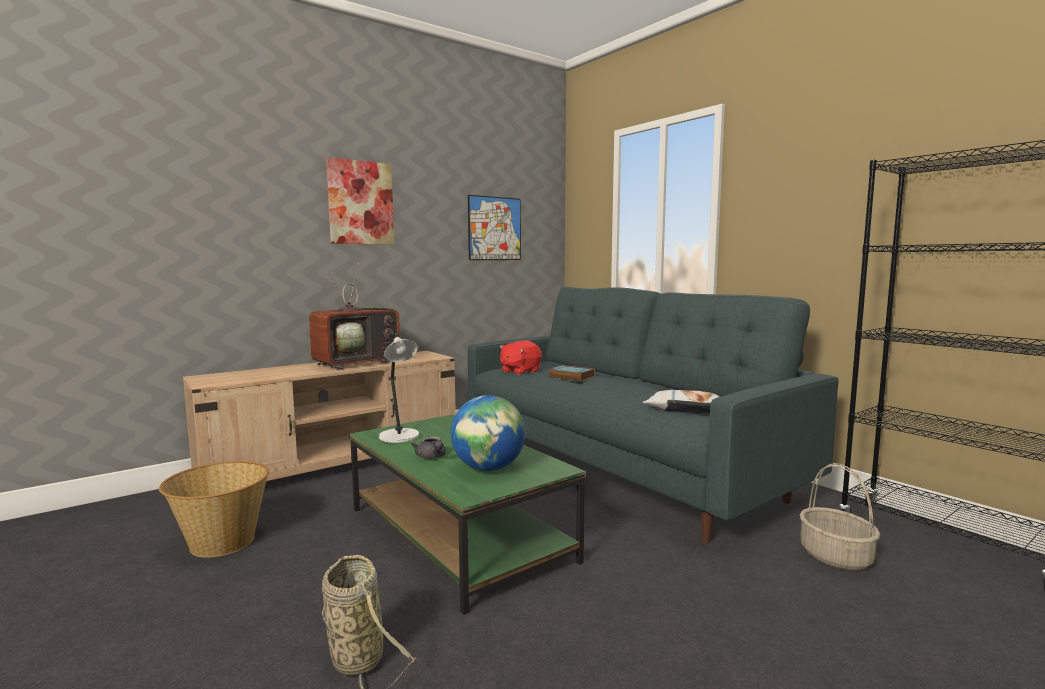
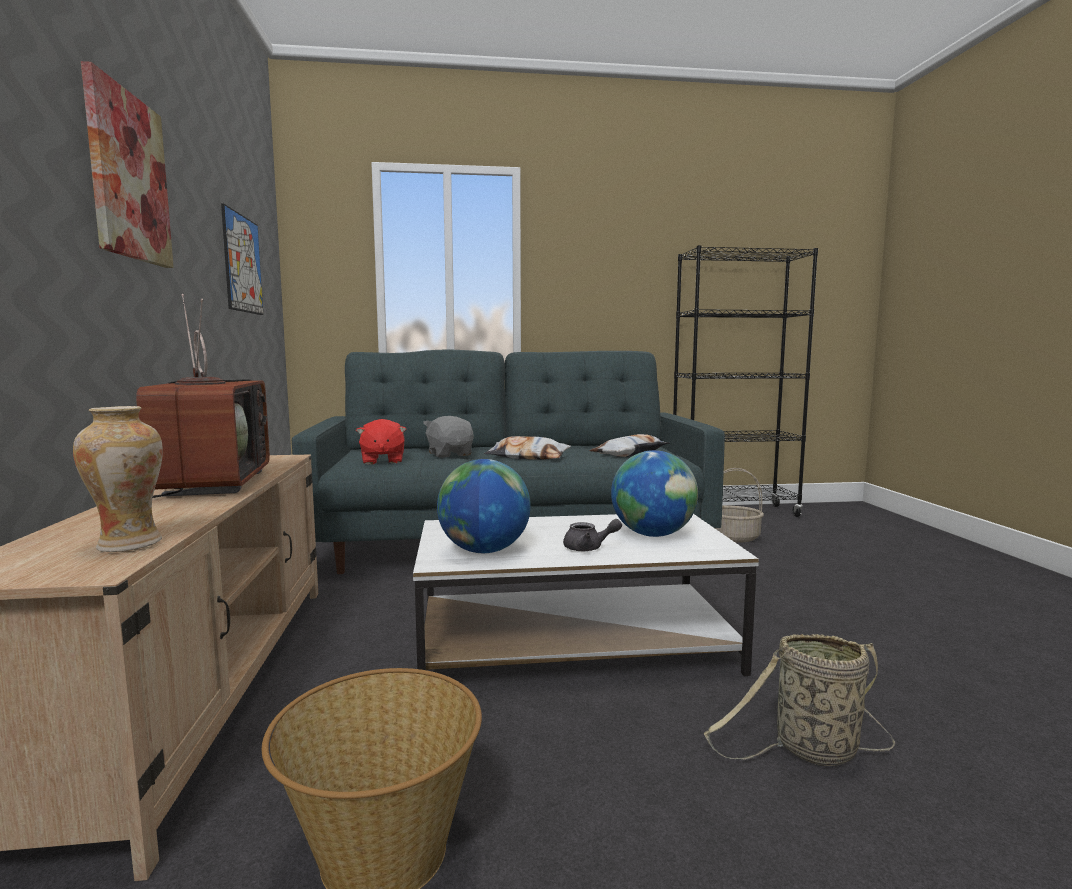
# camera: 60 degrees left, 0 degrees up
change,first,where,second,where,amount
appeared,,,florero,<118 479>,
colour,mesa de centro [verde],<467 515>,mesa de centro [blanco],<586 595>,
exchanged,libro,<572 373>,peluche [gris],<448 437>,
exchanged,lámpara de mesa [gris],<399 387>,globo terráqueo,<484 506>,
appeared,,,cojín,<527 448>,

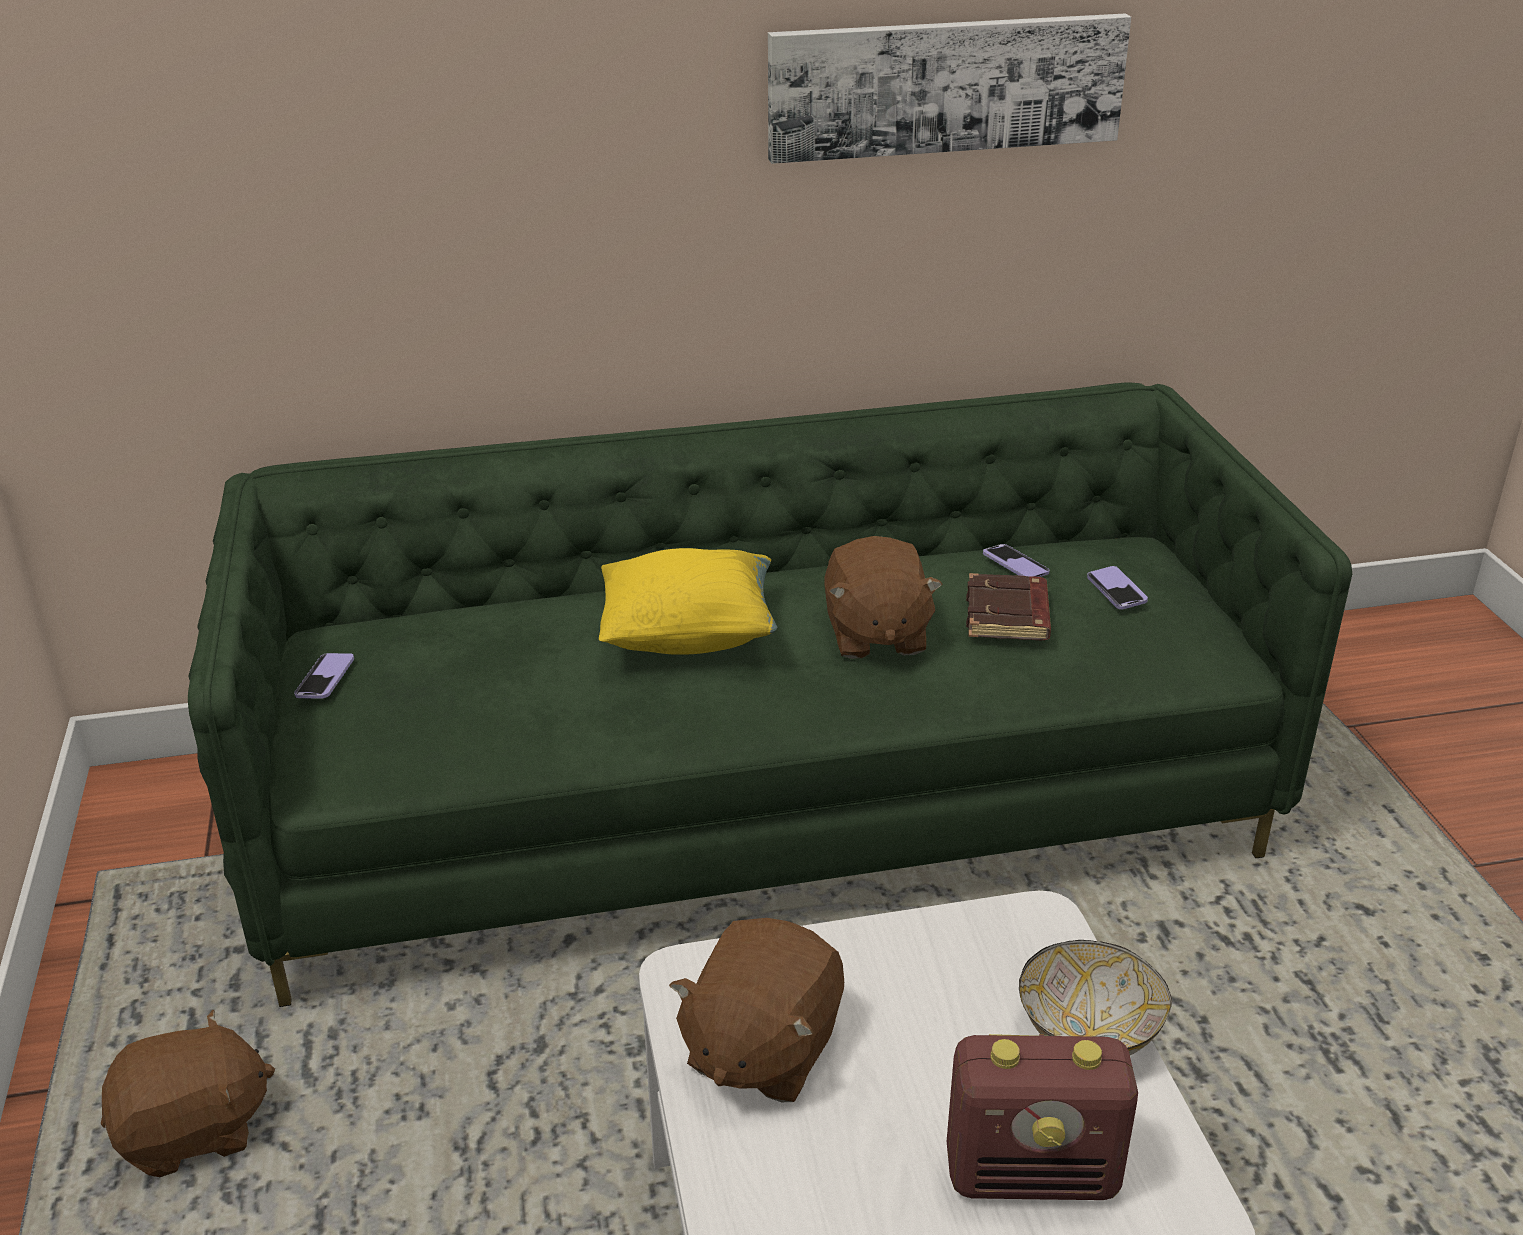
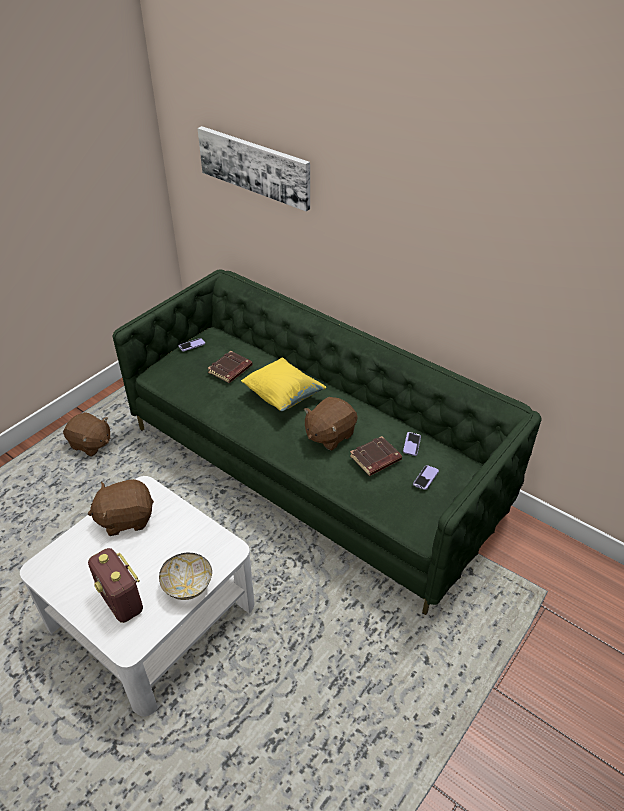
# camera: 50 degrees right, 10 degrees up
change,first,where,second,where,amount
relocated,cuadro,<949 89>,,<253 168>,
appeared,,,libro [marrón],<230 367>,

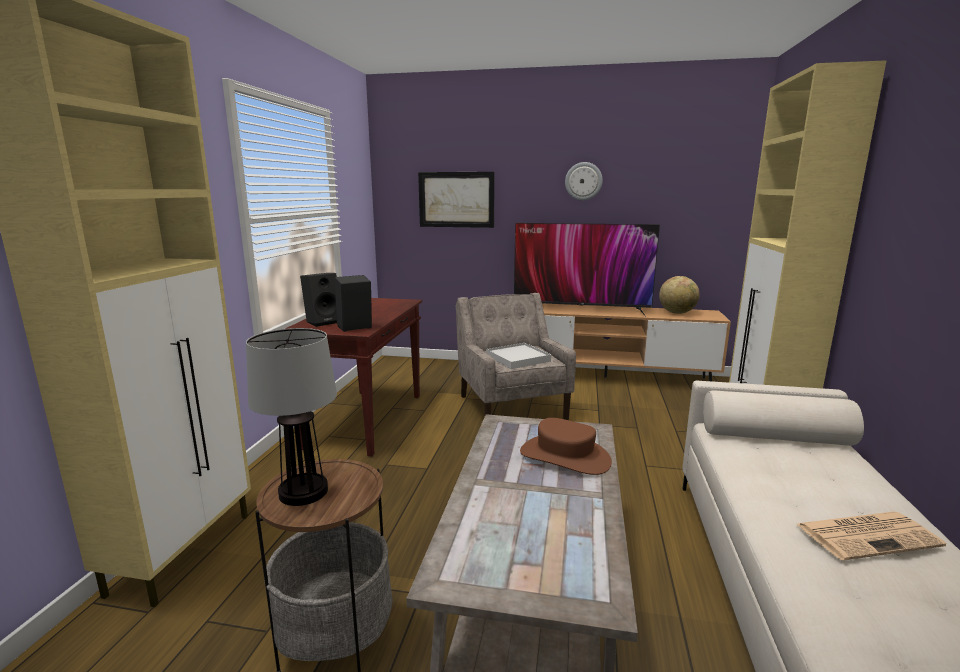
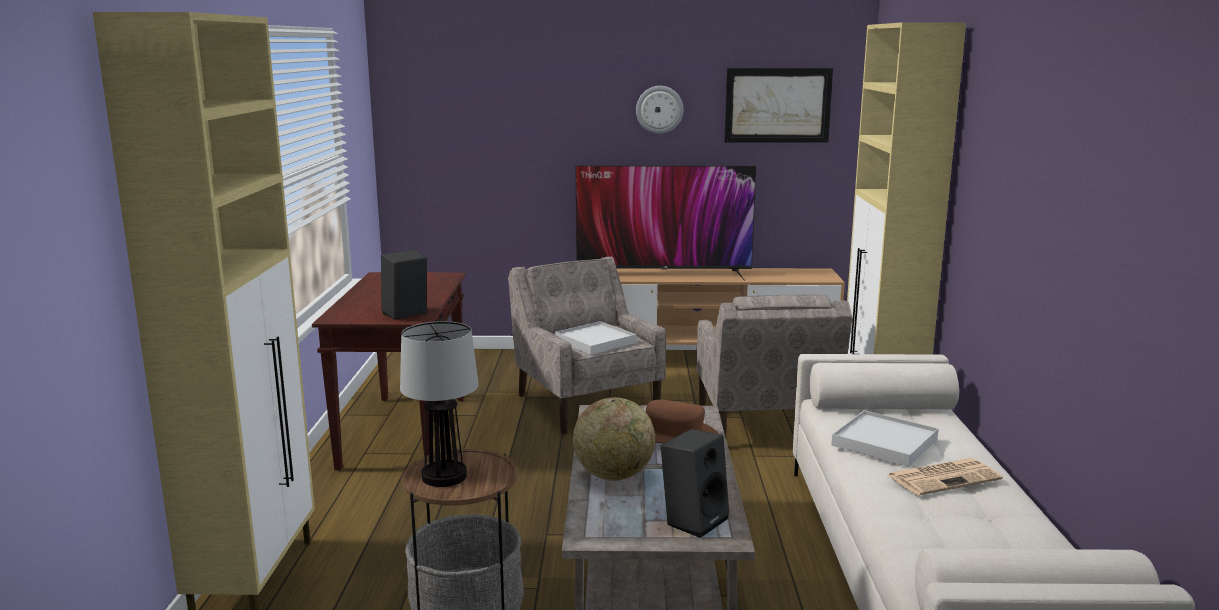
# camera: 10 degrees left, 0 degrees up
change,first,where,second,where,amount
relocated,globo terráqueo,<679 295>,,<614 439>,
relocated,altavoz [negro],<318 300>,,<695 483>,
appeared,,,sillón [beis],<775 366>,
relocated,cuadro,<456 200>,,<778 105>,
appeared,,,bandeja [blanco],<885 438>,

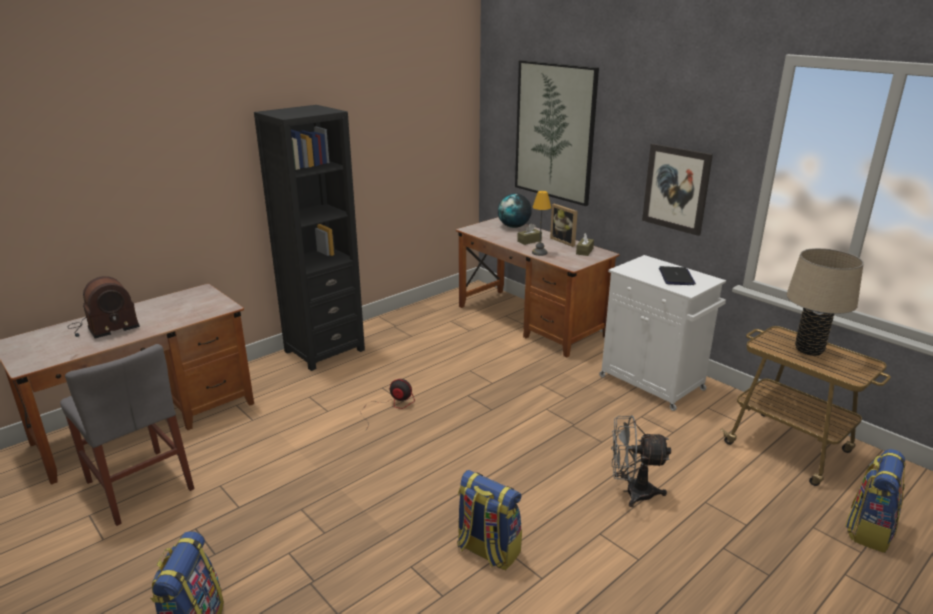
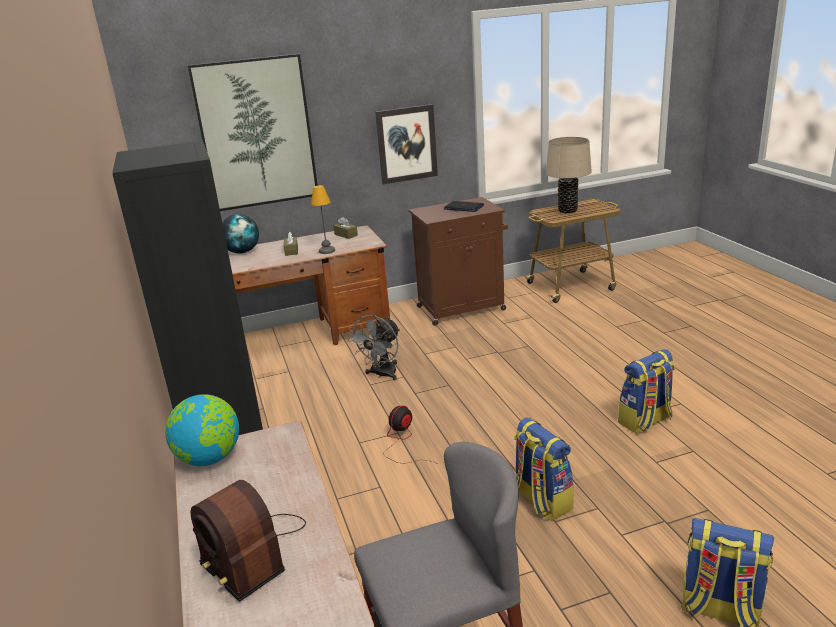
# camera: 65 degrees left, 0 degrees up
change,first,where,second,where,amount
appeared,,,globo terráqueo,<202 430>,
spun,radio,<104 307>,,<248 541>,150 degrees clockwise
relocated,ventilador [gris],<641 461>,,<374 347>,
colour,armario [blanco],<662 333>,armario [marrón],<458 261>,
relocated,mochila,<875 501>,,<544 469>,
missing,portarretratos,<564 225>,,,

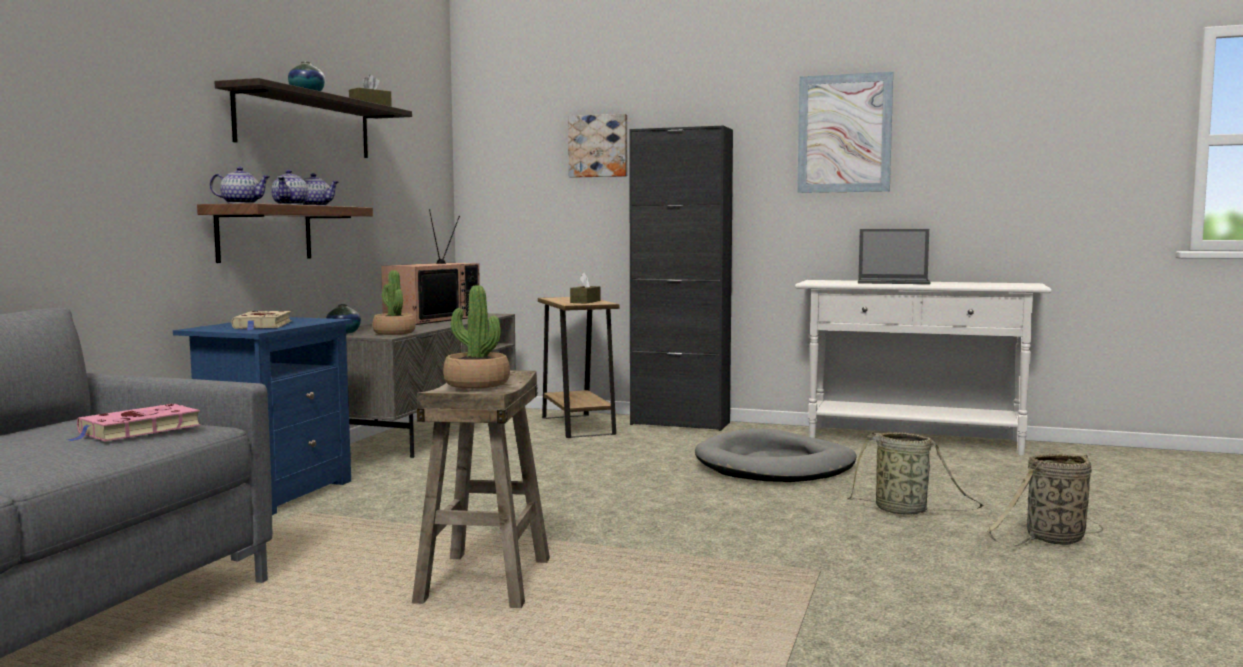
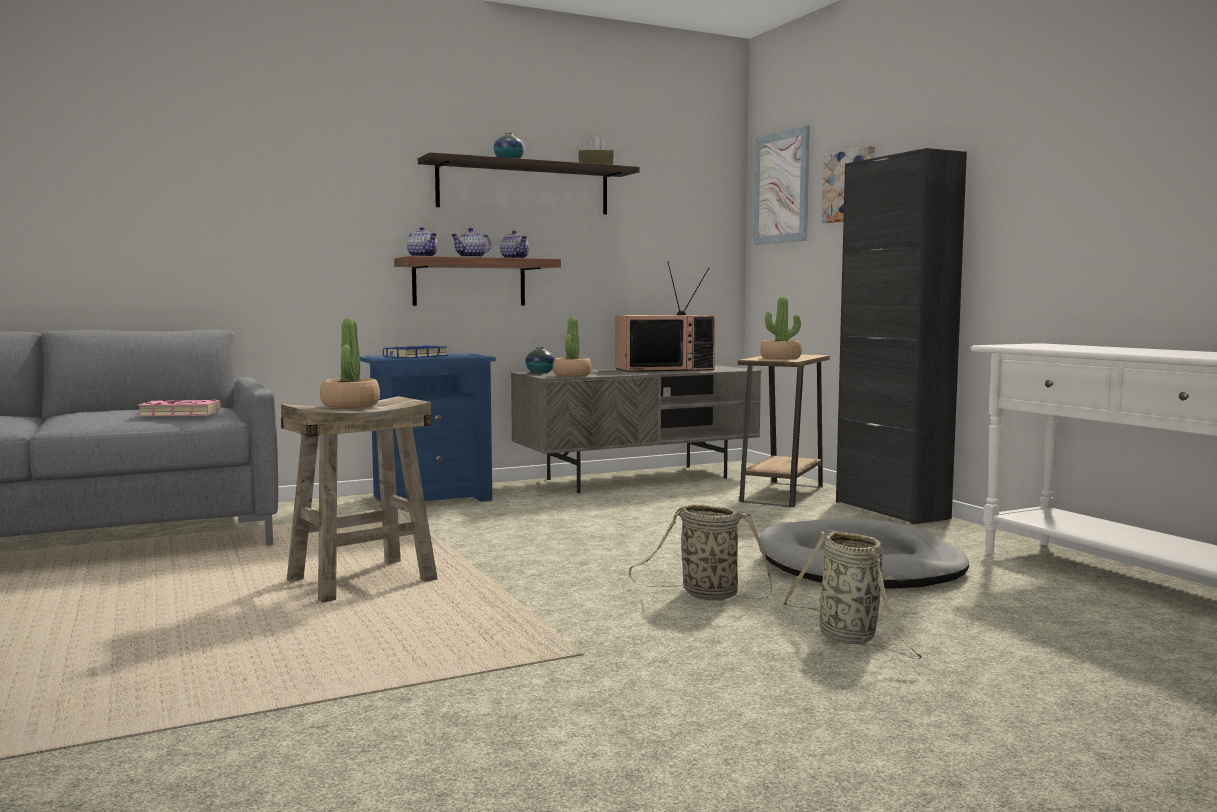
# camera: 45 degrees right, 0 degrees up
change,first,where,second,where,amount
colour,libro [beis],<261 320>,libro [azul],<415 352>,
relocated,cesta,<1045 500>,,<700 552>,
relocated,cuadro,<845 132>,,<781 185>,
exchanged,caja de pañuelos [marrón],<585 288>,planta en maceta,<781 328>,
missing,portátil,<894 256>,,,

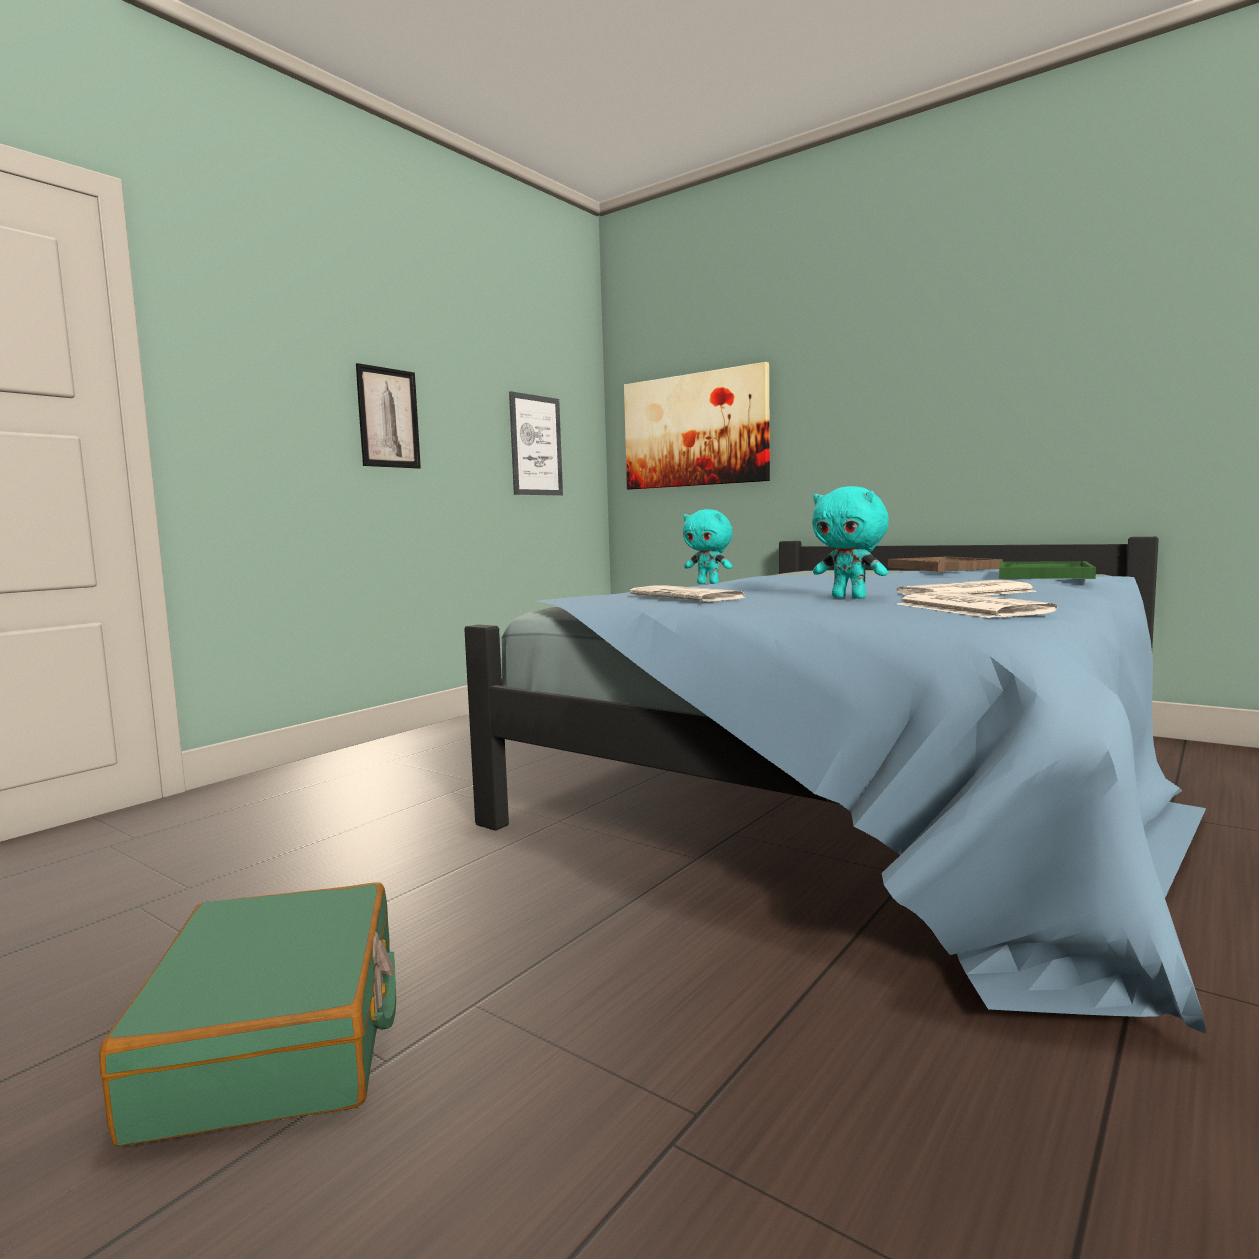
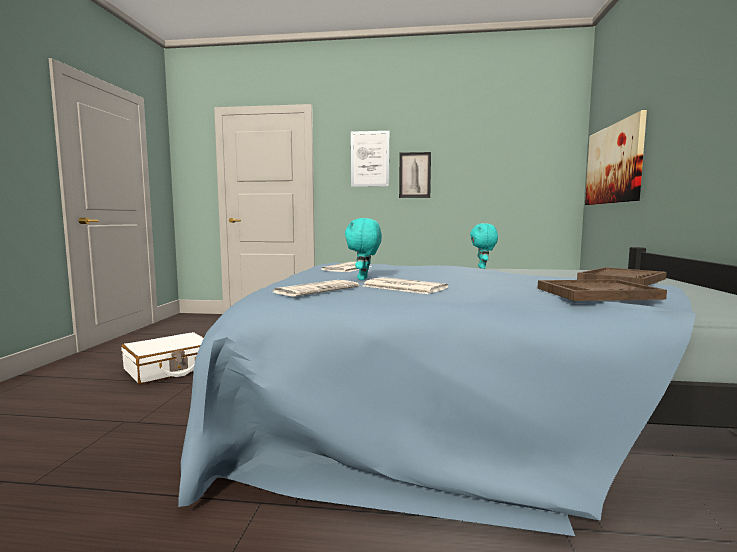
# camera: 60 degrees right, 0 degrees up
change,first,where,second,where,amount
colour,maleta [verde],<247 1014>,maleta [blanco],<162 358>,
relocated,cuadro,<536 443>,,<370 159>,
colour,bandeja [verde],<1047 570>,bandeja [marrón],<602 290>,

